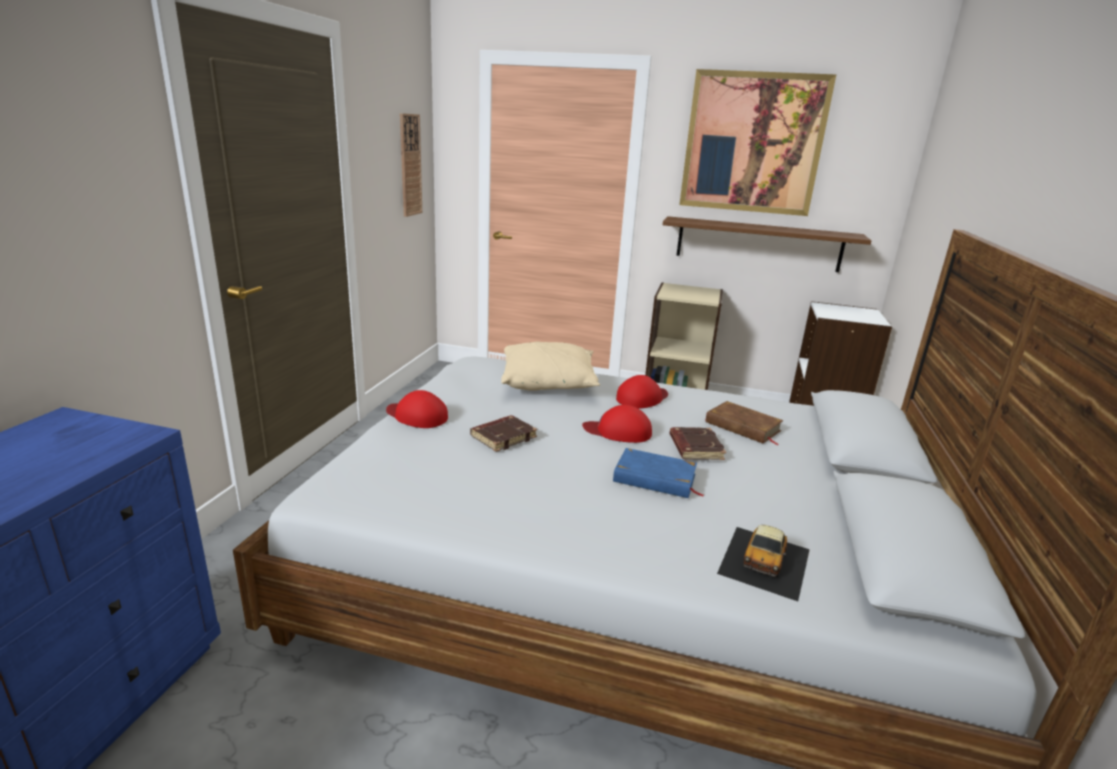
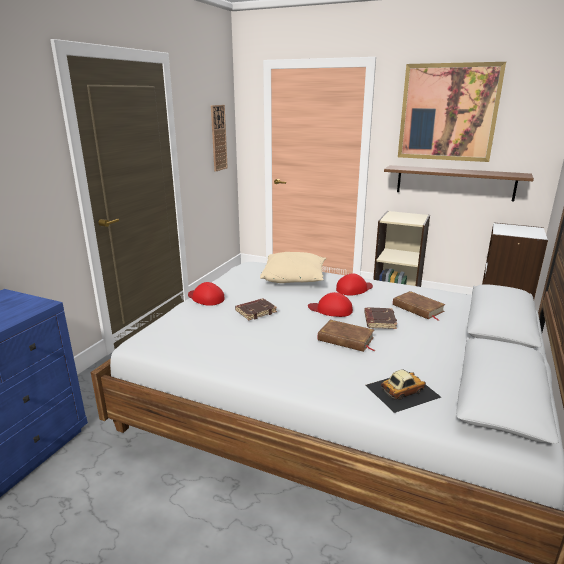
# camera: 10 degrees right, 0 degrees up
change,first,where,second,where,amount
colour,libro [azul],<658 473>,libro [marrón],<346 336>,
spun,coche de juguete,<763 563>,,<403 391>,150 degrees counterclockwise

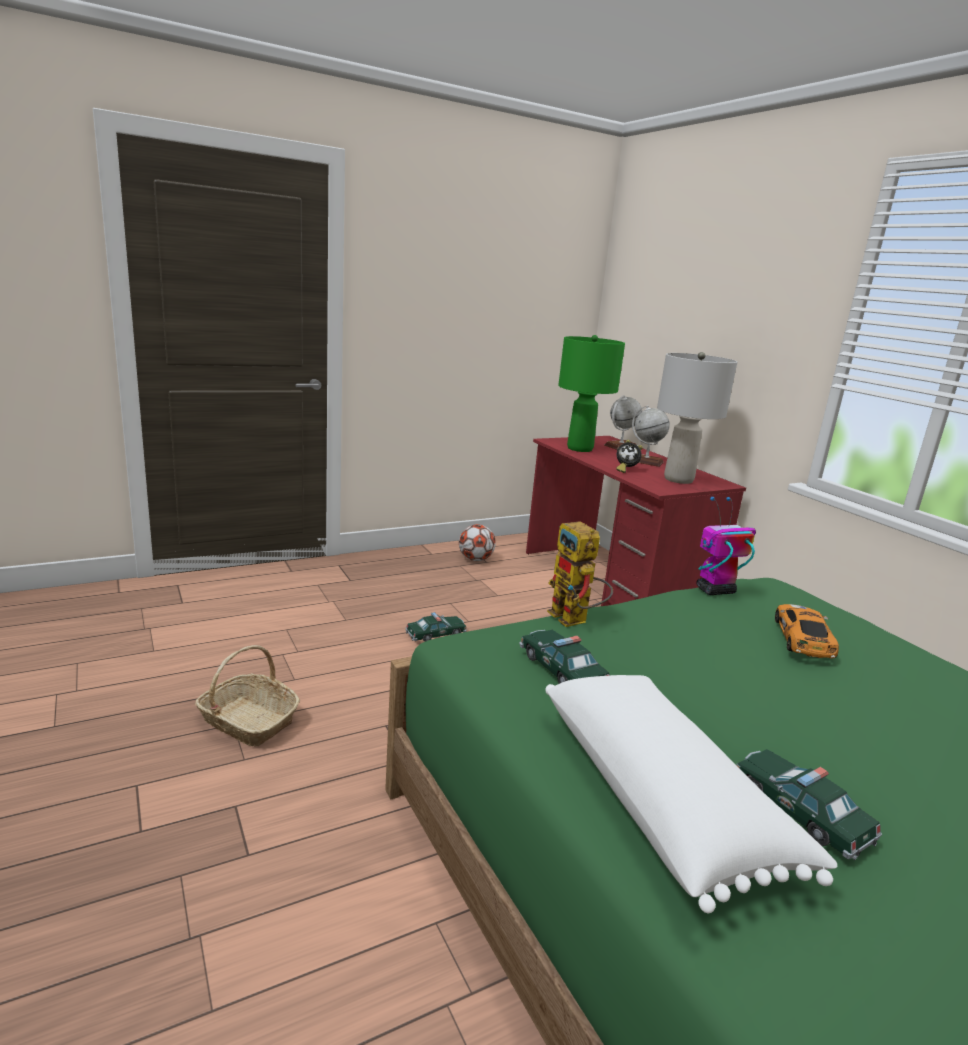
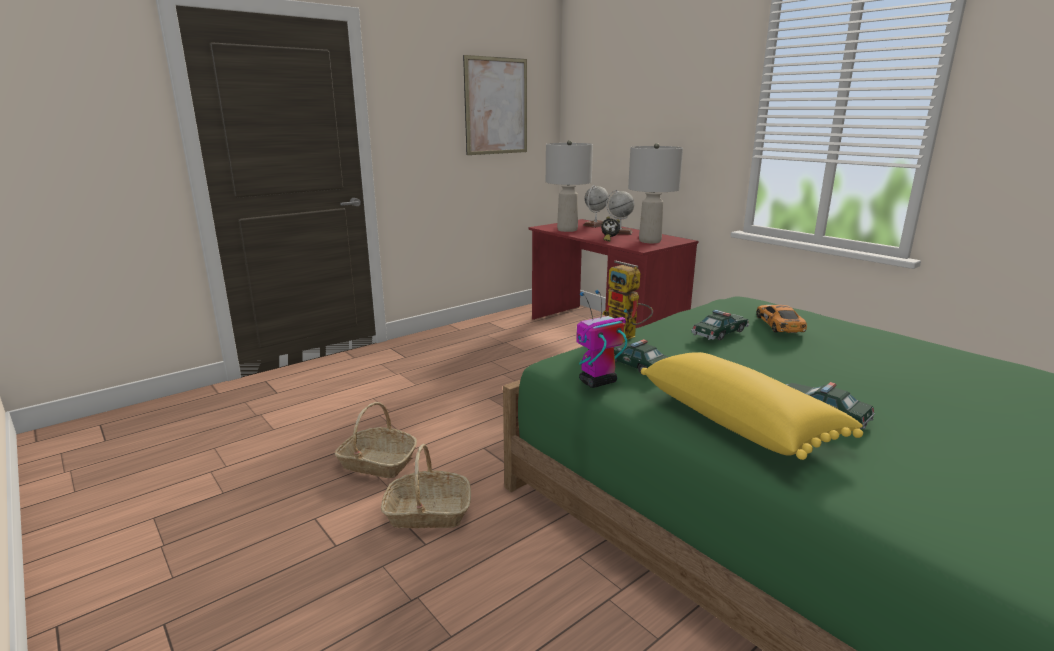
# camera: 10 degrees left, 0 degrees up
change,first,where,second,where,amount
appeared,,,cesta,<426 486>,
appeared,,,cuadro,<495 105>,
colour,lámpara de mesa [verde],<591 393>,lámpara de mesa [gris],<569 186>,
relocated,robot de juguete,<726 546>,,<602 339>,
colour,cojín [blanco],<691 794>,cojín [amarillo],<752 406>,
relocated,coche de juguete,<436 627>,,<720 325>,
missing,balón de fútbol,<477 542>,,,

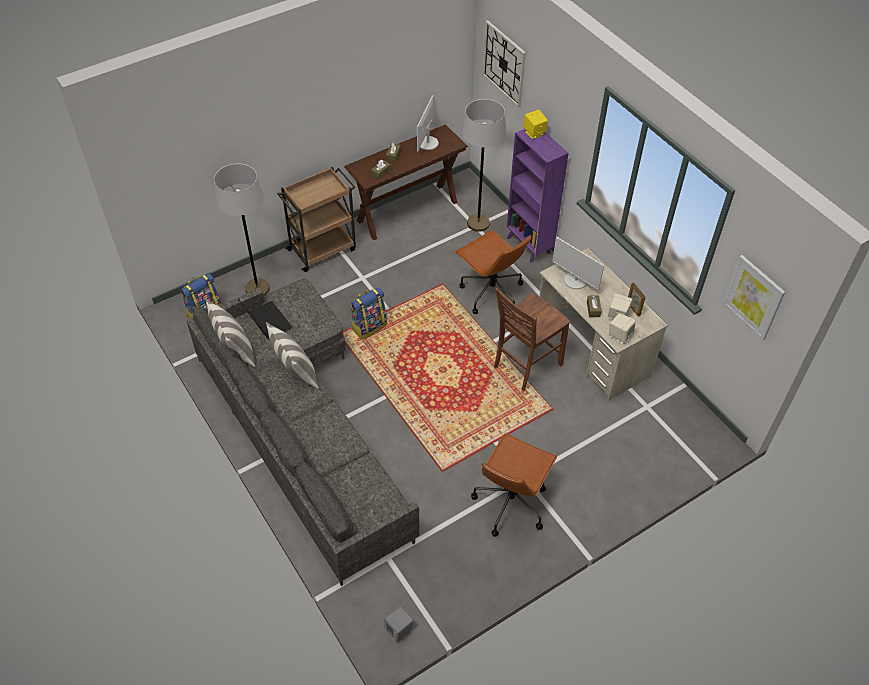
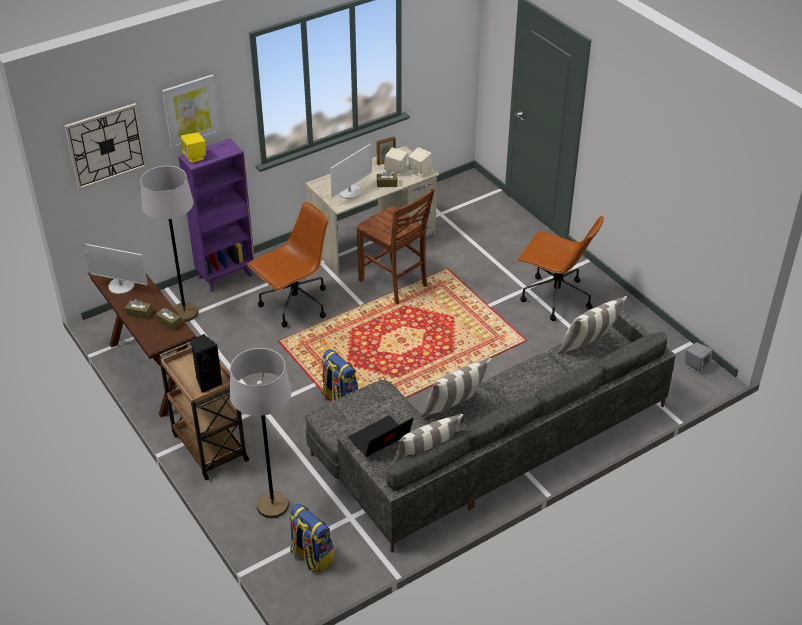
# camera: 90 degrees left, 10 degrees down
change,first,where,second,where,amount
relocated,cuadro,<753 298>,,<191 111>,
appeared,,,altavoz [negro],<206 363>,
appeared,,,cojín,<592 325>,

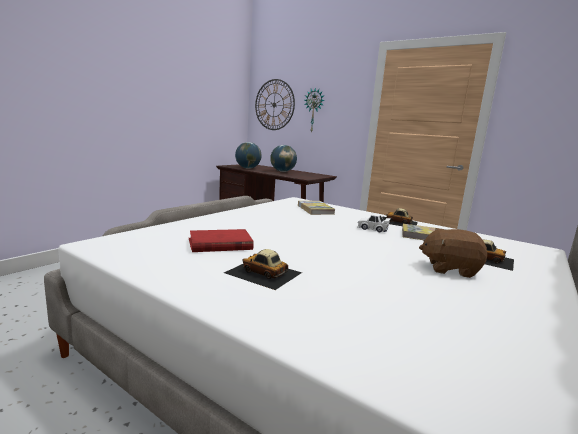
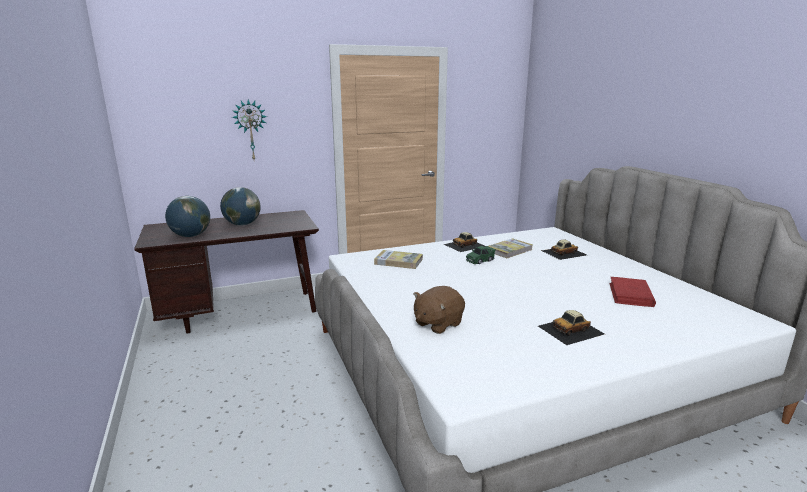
# camera: 55 degrees left, 5 degrees up
change,first,where,second,where,amount
relocated,peluche [marrón],<453 253>,,<439 310>,
colour,coche de juguete [blanco],<374 223>,coche de juguete [verde],<481 254>,
relocated,libro [rojo],<221 240>,,<632 292>,
missing,reloj de pared,<275 104>,,,

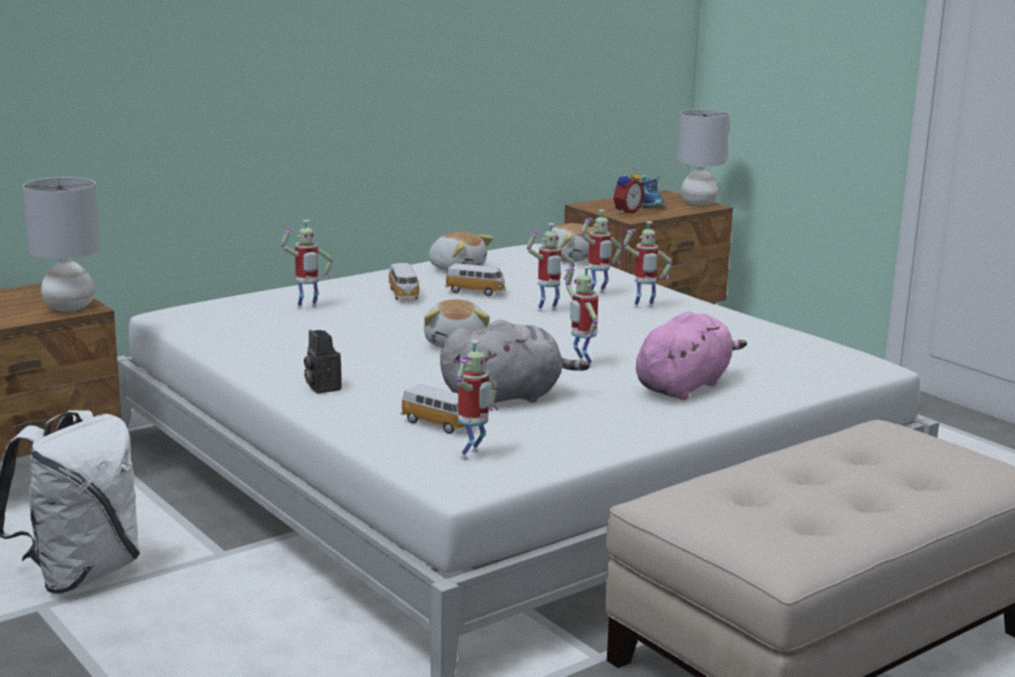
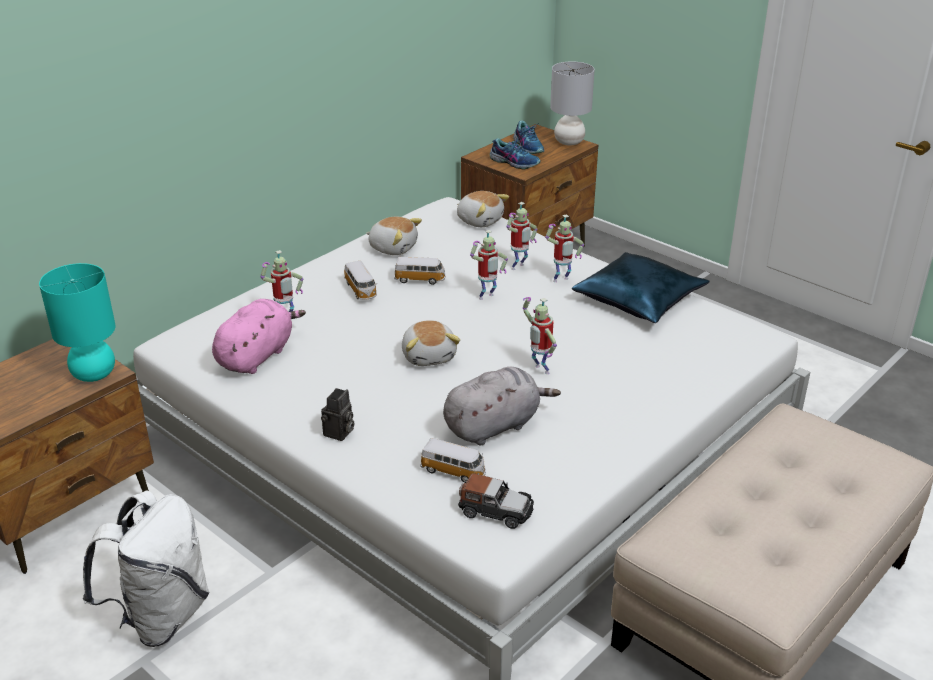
# camera: 10 degrees left, 15 degrees up
change,first,where,second,where,amount
colour,lámpara de mesa [gris],<61 244>,lámpara de mesa [turquesa],<77 322>,
relocated,peluche [rosa],<691 356>,,<259 336>,
spun,cámara,<323 361>,,<337 414>,120 degrees counterclockwise
exchanged,robot de juguete,<477 399>,coche de juguete,<496 501>,
exchanged,despertador,<629 190>,zapato,<515 152>,
appeared,,,cojín [azul],<641 287>,

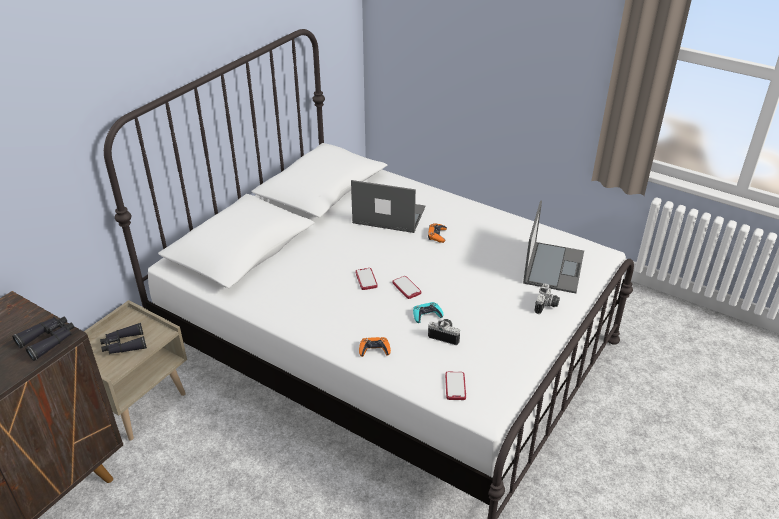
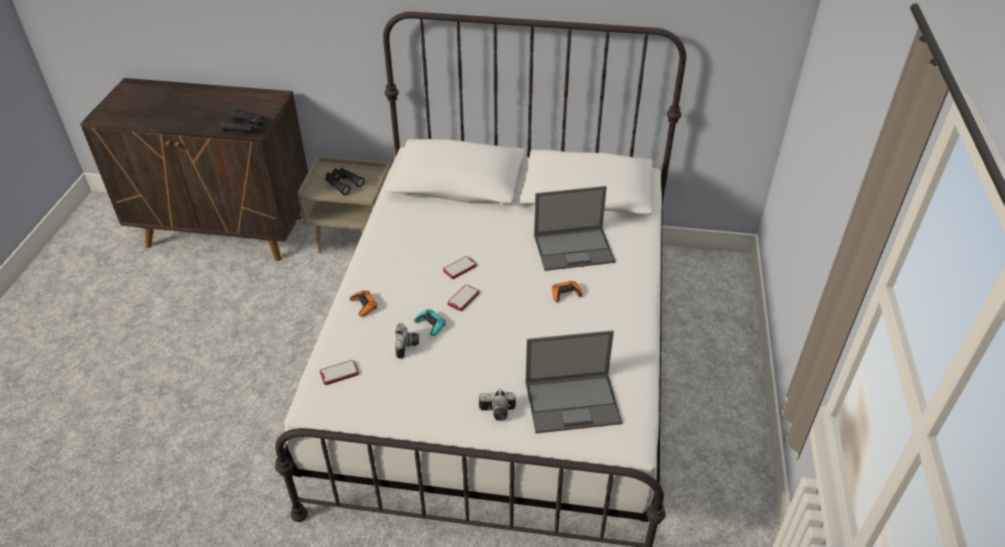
# camera: 65 degrees right, 5 degrees up
change,first,where,second,where,amount
spun,portátil,<388 206>,,<574 228>,90 degrees clockwise

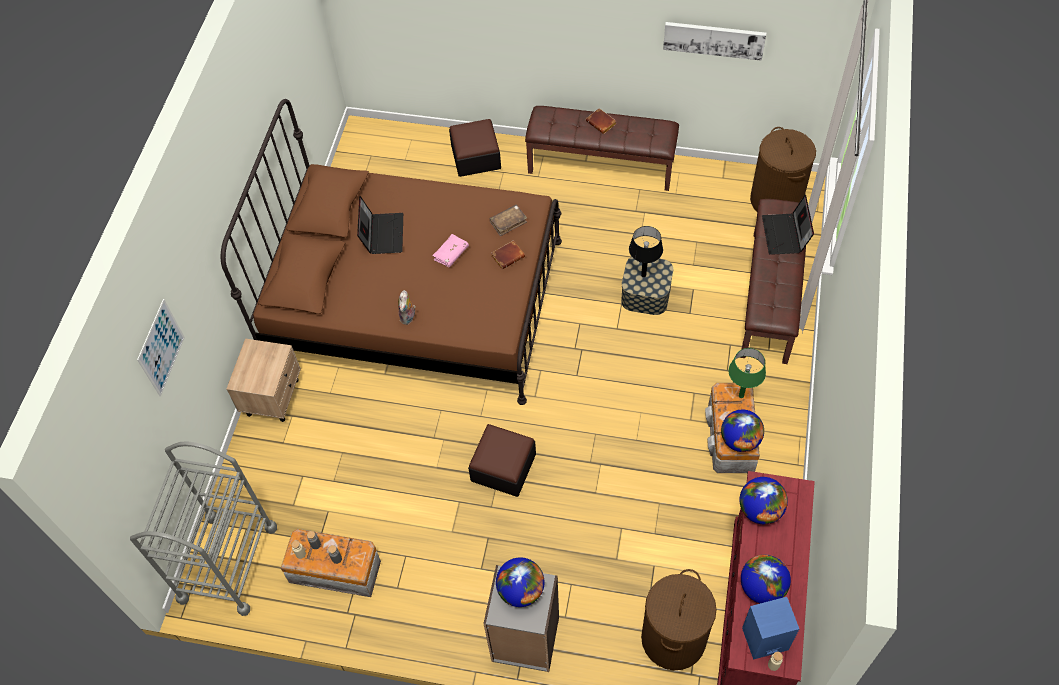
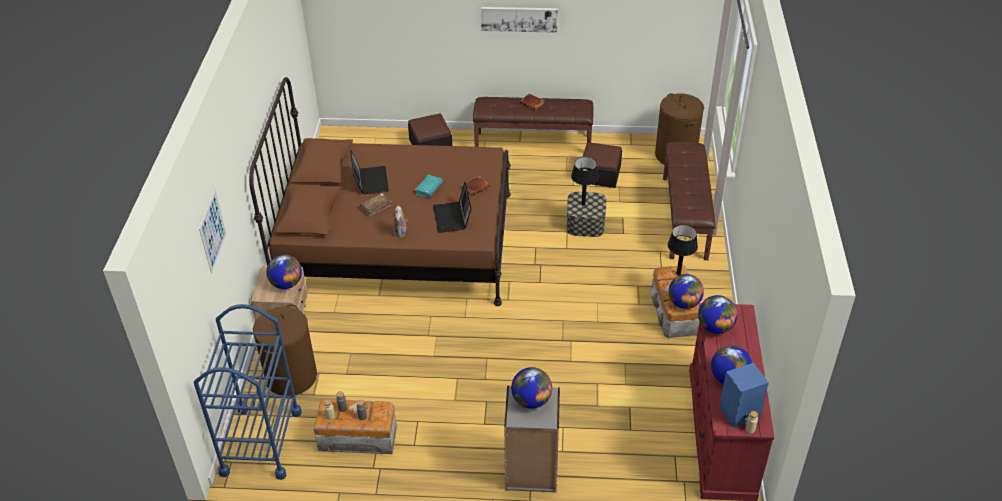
# camera: 10 degrees left, 15 degrees down
change,first,where,second,where,amount
colour,carrito [gris],<203 528>,carrito [azul],<248 392>,
relocated,cesto de la ropa [marrón],<679 619>,,<285 350>,
appeared,,,globo terráqueo,<284 272>,
relocated,libro [marrón],<508 220>,,<376 205>,
colour,libro [rosa],<450 250>,libro [turquesa],<429 186>,
relocated,portátil,<788 225>,,<452 207>,
relocated,cuadro,<714 41>,,<519 20>,
relocated,puf,<502 460>,,<601 165>,
colour,lámpara de mesa [verde],<747 373>,lámpara de mesa [negro],<683 250>,

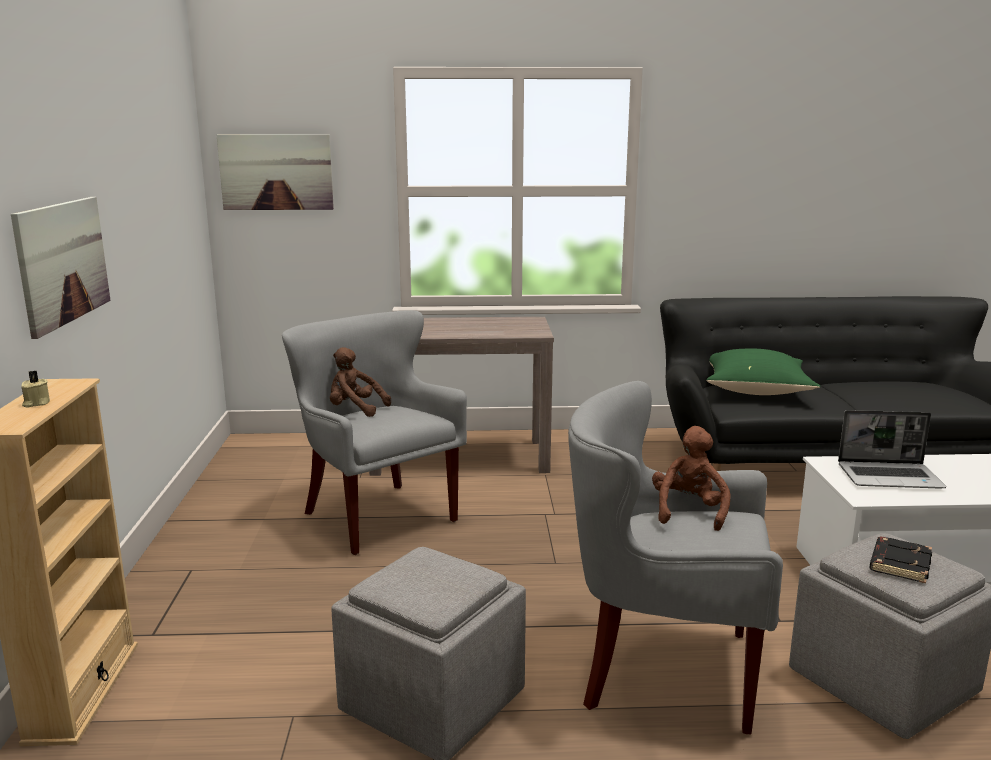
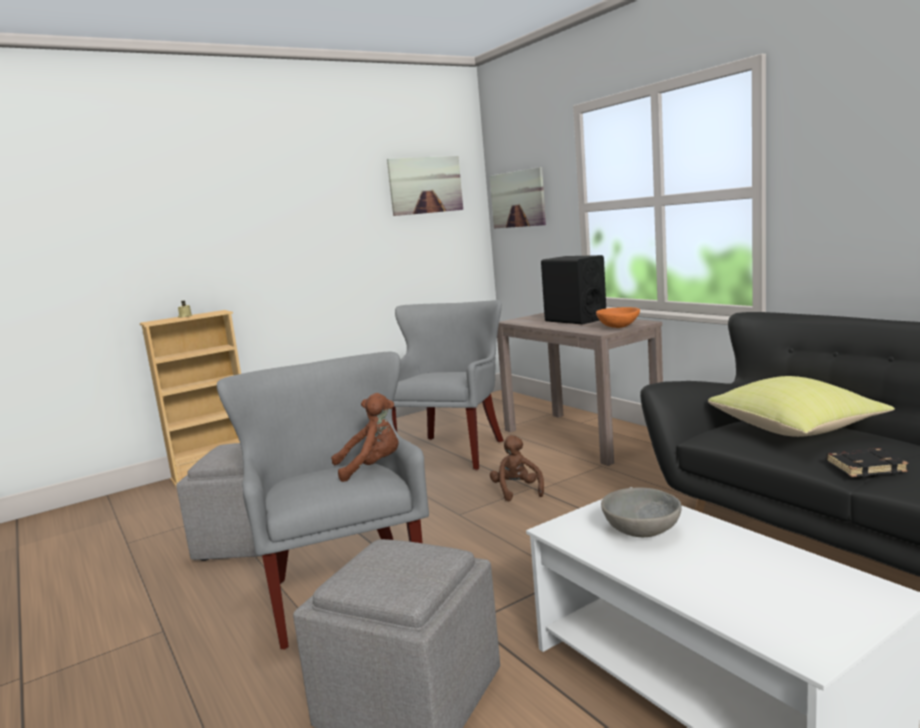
# camera: 60 degrees right, 5 degrees down
change,first,where,second,where,amount
relocated,cuadro,<61 268>,,<425 186>,
relocated,peluche [marrón],<360 382>,,<517 468>,
appeared,,,altavoz [negro],<573 289>,
appeared,,,cuenco [naranja],<618 317>,
exchanged,portátil,<892 449>,cuenco [gris],<641 512>,
colour,cojín [verde],<763 372>,cojín [amarillo],<801 406>,
relocated,libro [negro],<900 560>,,<867 462>,

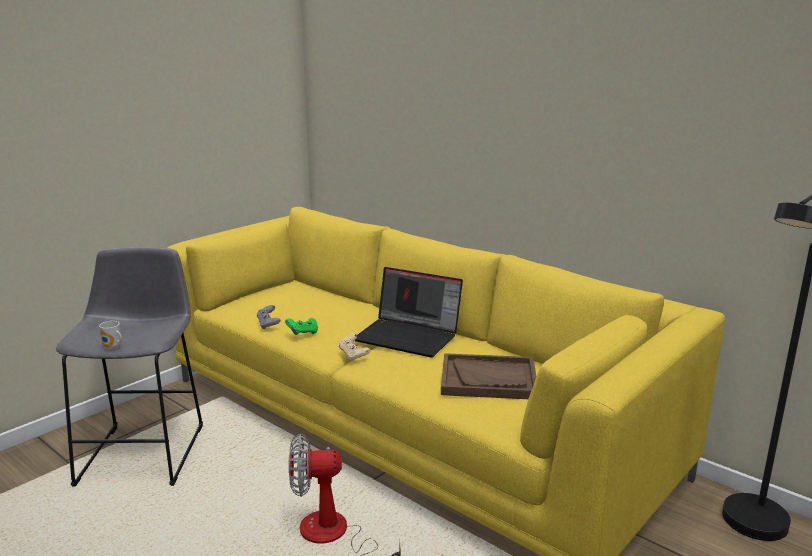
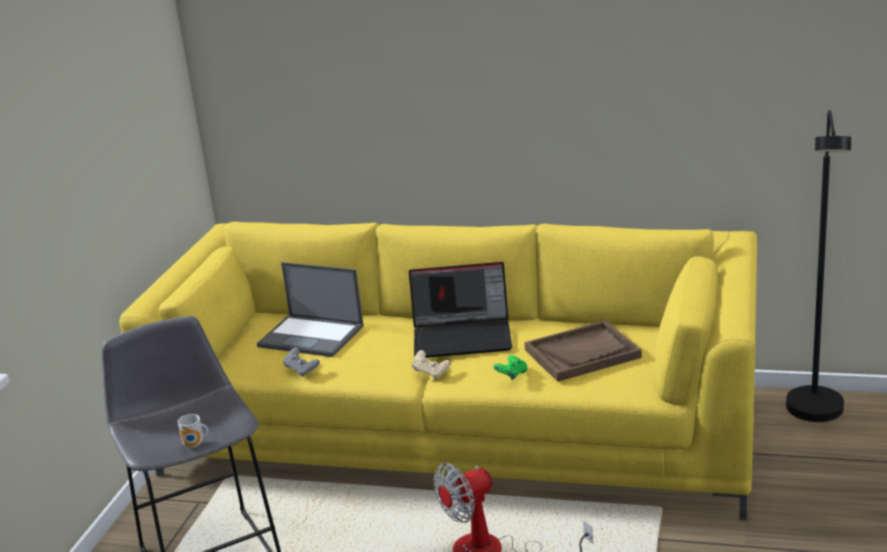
# camera: 25 degrees left, 5 degrees up
change,first,where,second,where,amount
appeared,,,portátil,<310 309>,
relocated,mando de consola [verde],<301 326>,,<510 367>,

